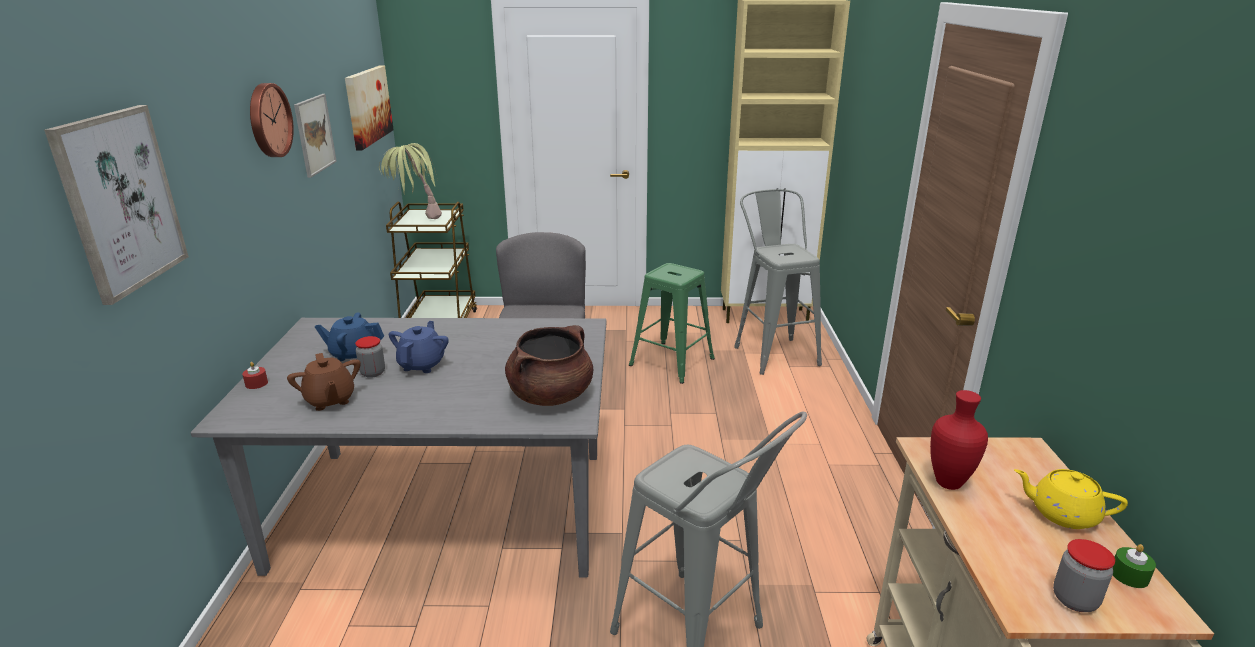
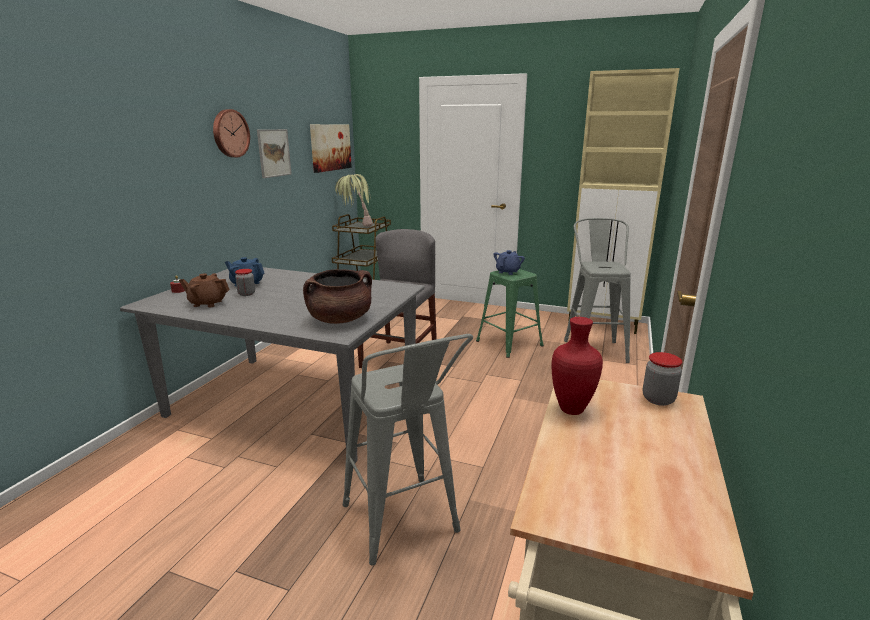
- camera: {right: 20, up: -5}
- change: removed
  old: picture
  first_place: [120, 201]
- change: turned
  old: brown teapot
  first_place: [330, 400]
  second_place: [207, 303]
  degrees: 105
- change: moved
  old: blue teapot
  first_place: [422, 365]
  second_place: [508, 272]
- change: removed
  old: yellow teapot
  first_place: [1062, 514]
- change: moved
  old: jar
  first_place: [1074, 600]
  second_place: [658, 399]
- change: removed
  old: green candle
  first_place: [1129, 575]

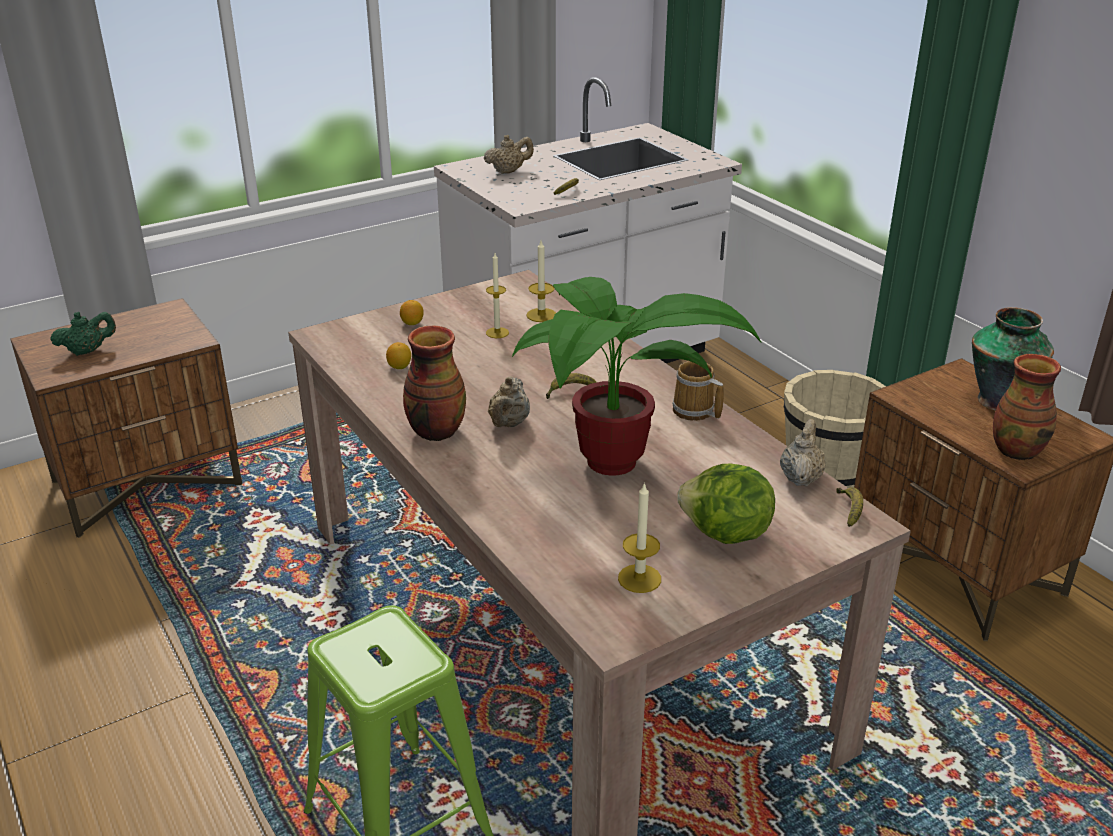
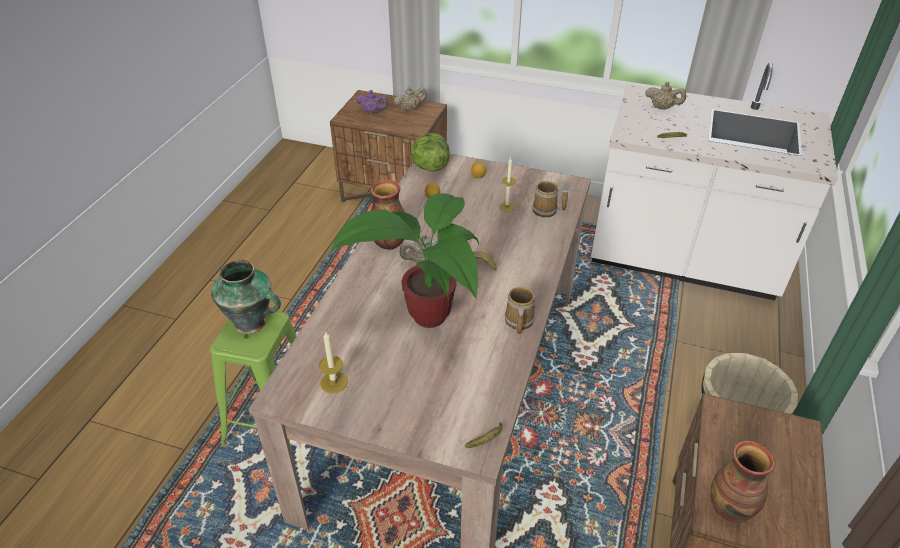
- camera: {right: 50, up: 10}
- change: recoloured
  old: green teapot
  new: purple teapot
  first_place: [88, 351]
  second_place: [372, 112]
- change: replaced
  old: candle
  new: mug
  first_place: [541, 315]
  second_place: [546, 211]
- change: moved
  old: lettuce
  first_place: [725, 534]
  second_place: [430, 167]
- change: moved
  old: beige teapot
  first_place: [800, 477]
  second_place: [410, 109]
- change: moved
  old: vase
  first_place: [1001, 400]
  second_place: [252, 323]

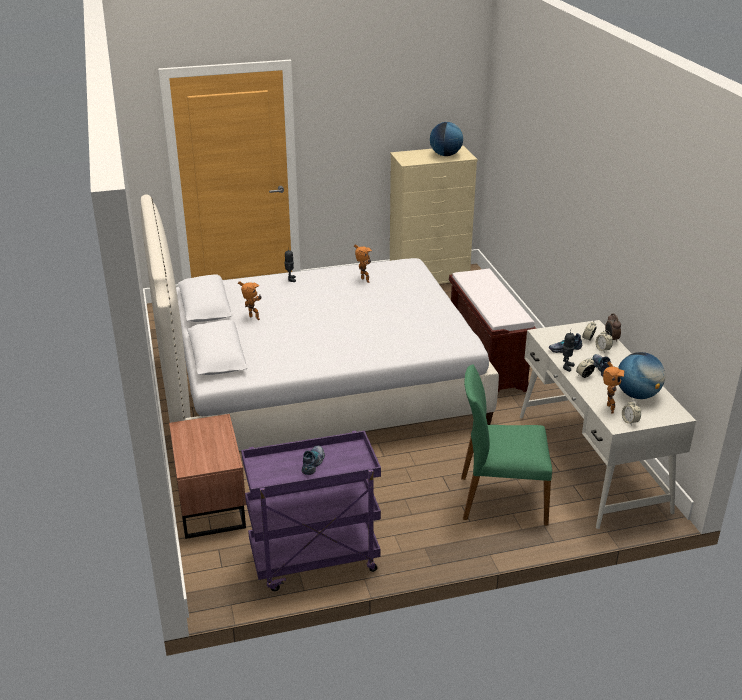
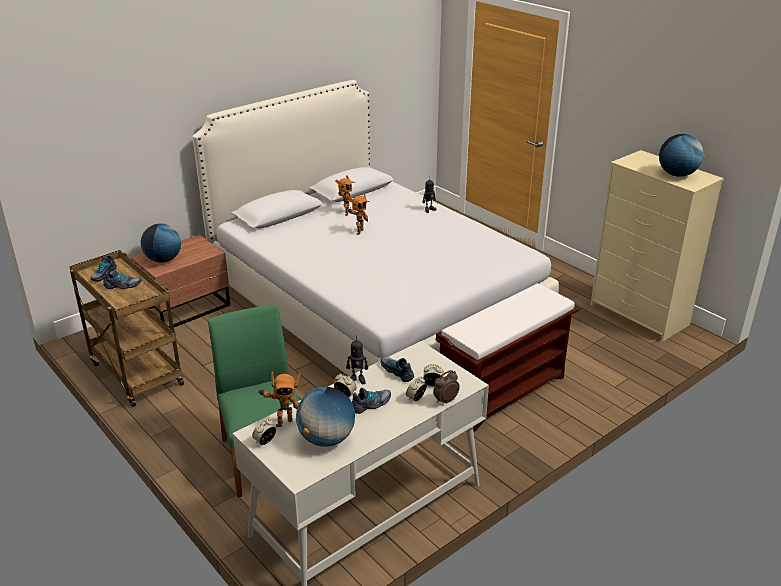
- camera: {right: 65, up: 0}
- change: recoloured
  old: purple cart
  new: brown cart
  first_place: [314, 561]
  second_place: [135, 373]
- change: moved
  old: toy robot
  first_place: [364, 281]
  second_place: [358, 232]
- change: added
  new: shoe
  second_place: [103, 274]
- change: added
  new: globe
  second_place: [163, 260]

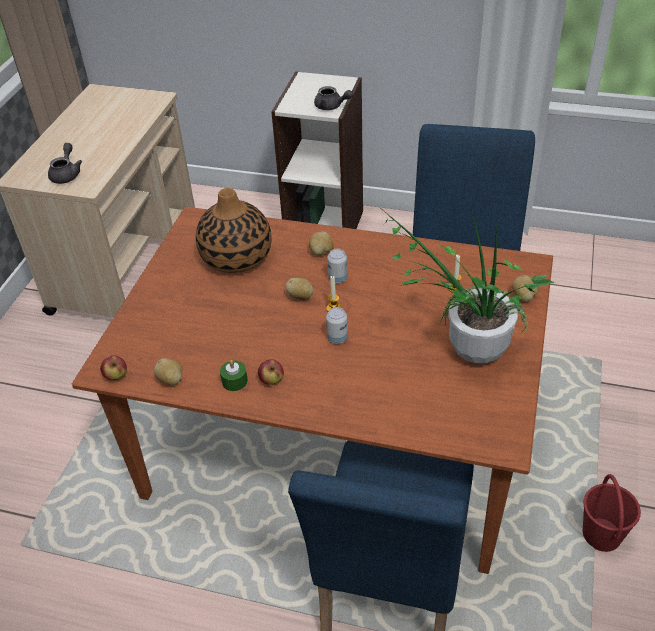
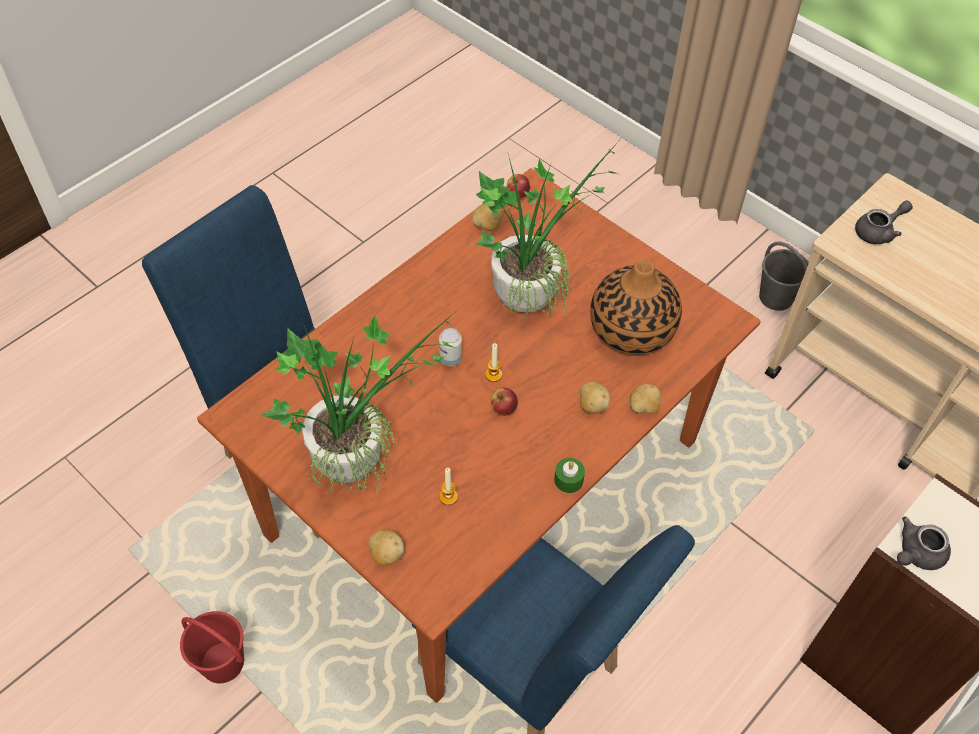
- camera: {right: 115, up: 10}
- change: turned
  old: grey teapot
  first_place: [67, 174]
  second_place: [878, 232]
  degrees: -60
- change: moved
  old: green candle
  first_place: [234, 381]
  second_place: [568, 480]
- change: moved
  old: apple
  first_place: [271, 380]
  second_place: [503, 409]
- change: moved
  old: potato
  first_place: [300, 297]
  second_place: [643, 408]
- change: removed
  old: can
  first_place: [338, 278]
- change: added
  new: potted plant
  second_place: [531, 289]
- change: added
  new: grey bucket
  second_place: [776, 298]

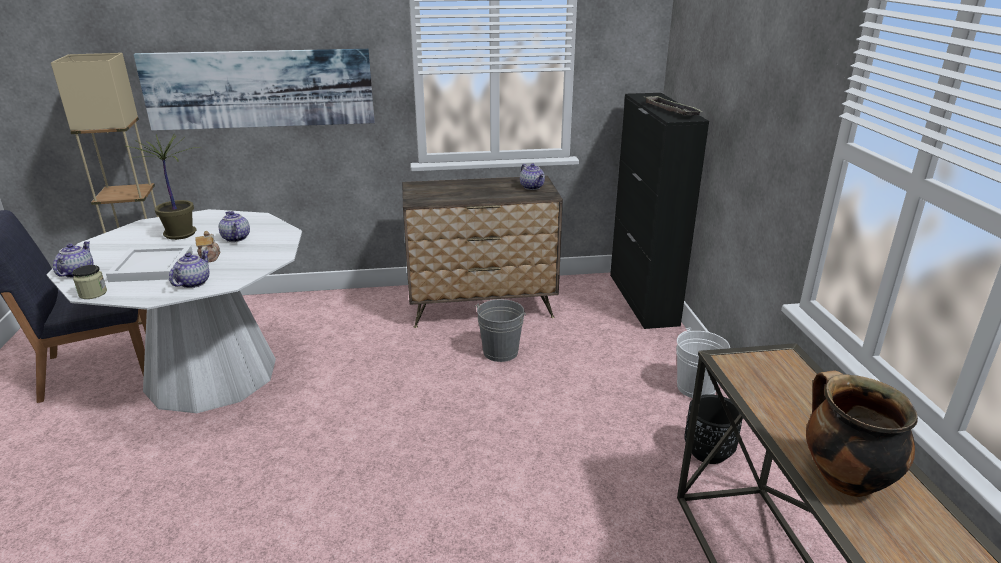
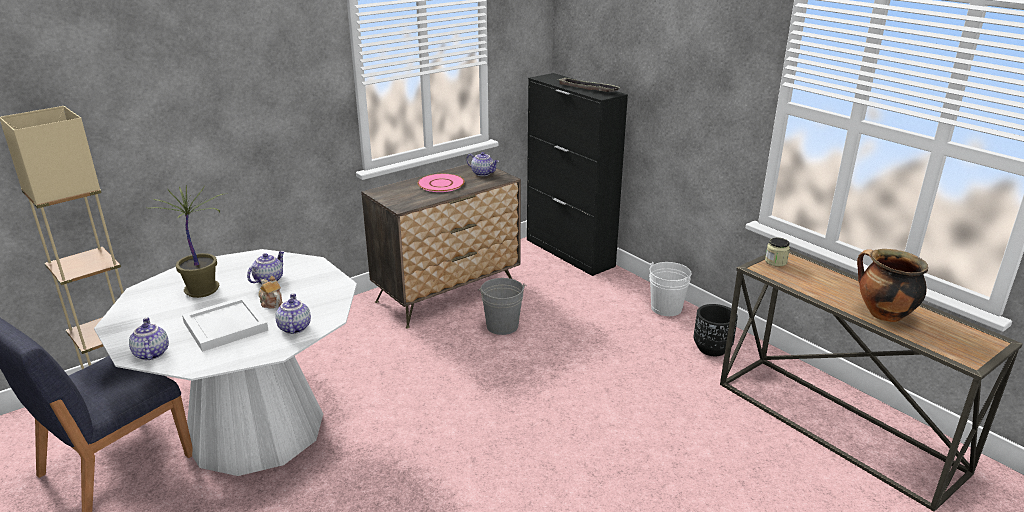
- camera: {right: -30, up: 0}
- change: moved
  old: jar
  first_place: [93, 293]
  second_place: [775, 261]
- change: removed
  old: picture
  first_place: [260, 89]
- change: turned
  old: teapot
  first_place: [235, 238]
  second_place: [268, 280]
  degrees: 90
- change: added
  new: pink plate
  second_place: [440, 184]

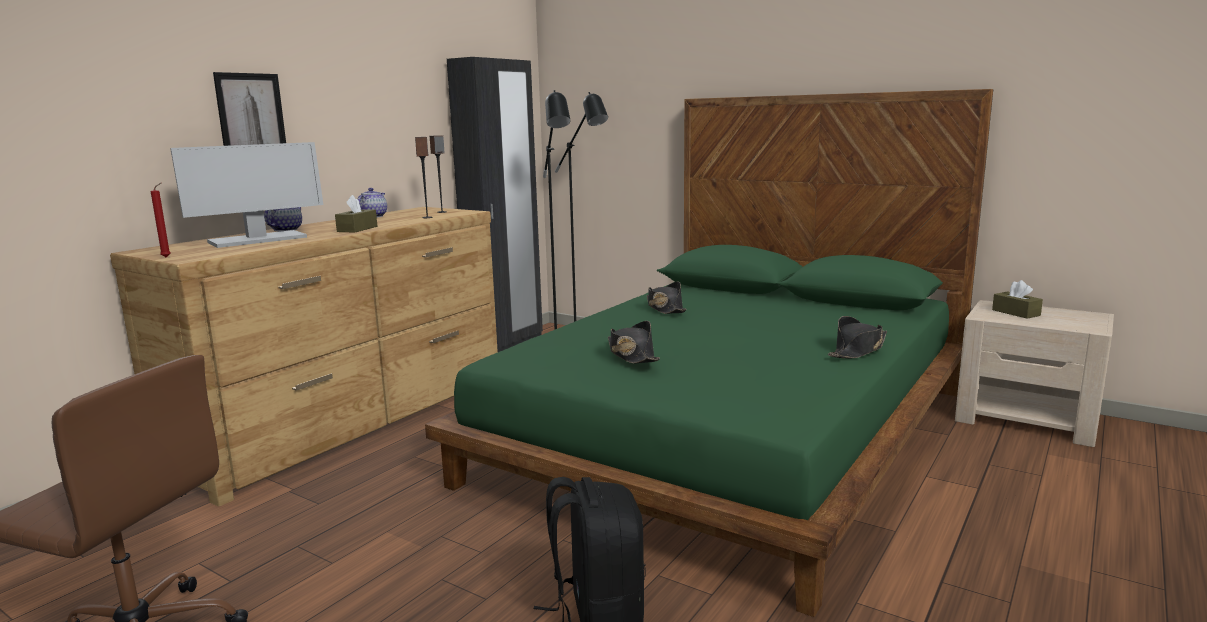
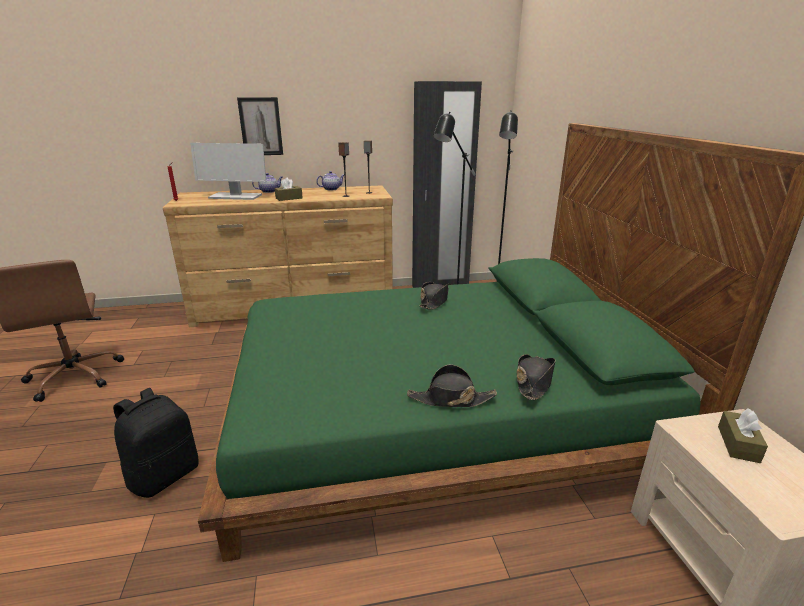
- camera: {right: 45, up: 10}
- change: moved
  old: black hat
  first_place: [631, 355]
  second_place: [533, 382]

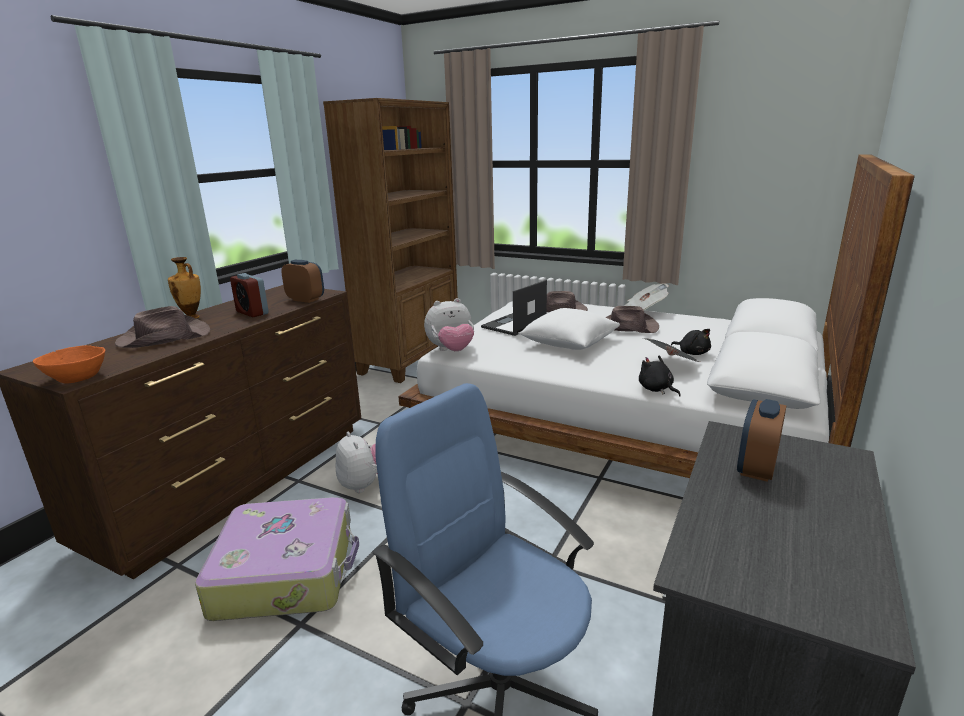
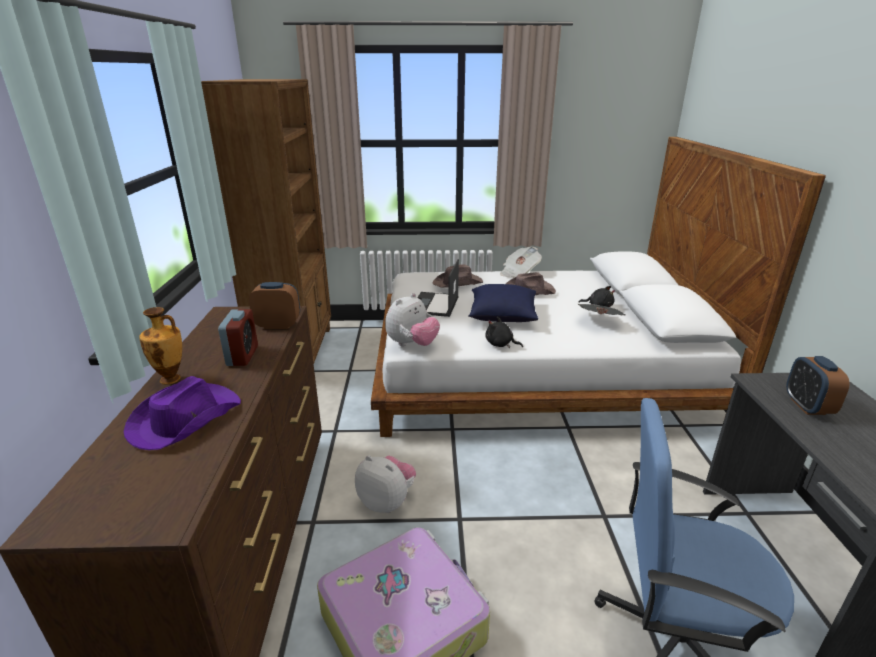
- camera: {right: -30, up: 5}
- change: removed
  old: orange bowl
  first_place: [78, 378]
- change: recoloured
  old: brown hat
  new: purple hat
  first_place: [163, 338]
  second_place: [184, 419]
- change: turned
  old: alarm clock
  first_place: [252, 313]
  second_place: [242, 356]
  degrees: -105
- change: recoloured
  old: white pillow
  new: blue pillow
  first_place: [568, 344]
  second_place: [502, 316]
- change: moved
  old: black plush toy
  first_place: [656, 389]
  second_place: [500, 344]

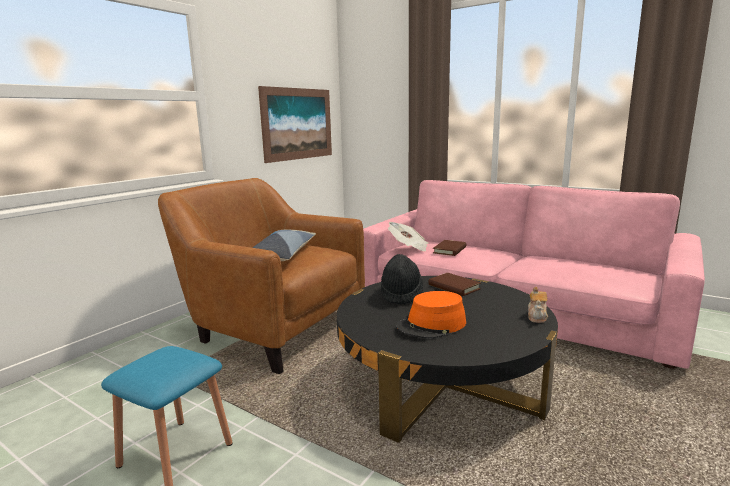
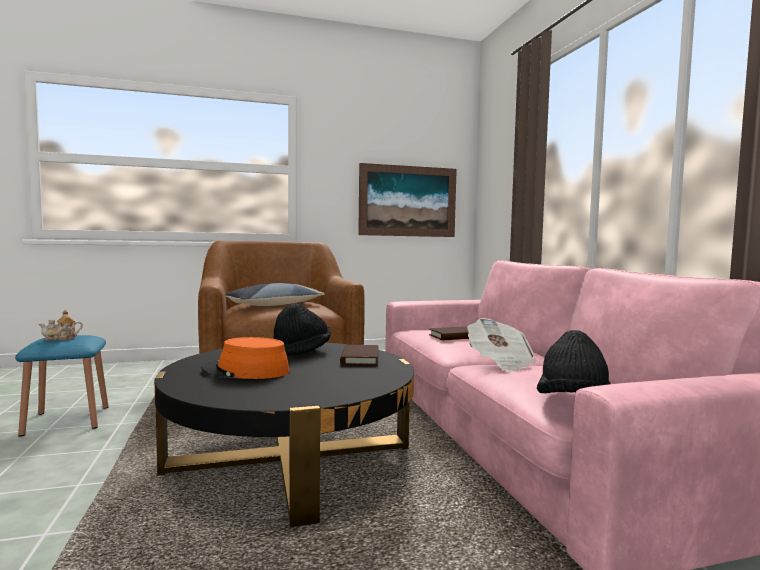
- camera: {right: 40, up: -10}
- change: moved
  old: newspaper
  first_place: [408, 247]
  second_place: [500, 362]
- change: moved
  old: teapot
  first_place: [537, 317]
  second_place: [61, 338]
- change: added
  new: black hat
  second_place: [573, 403]

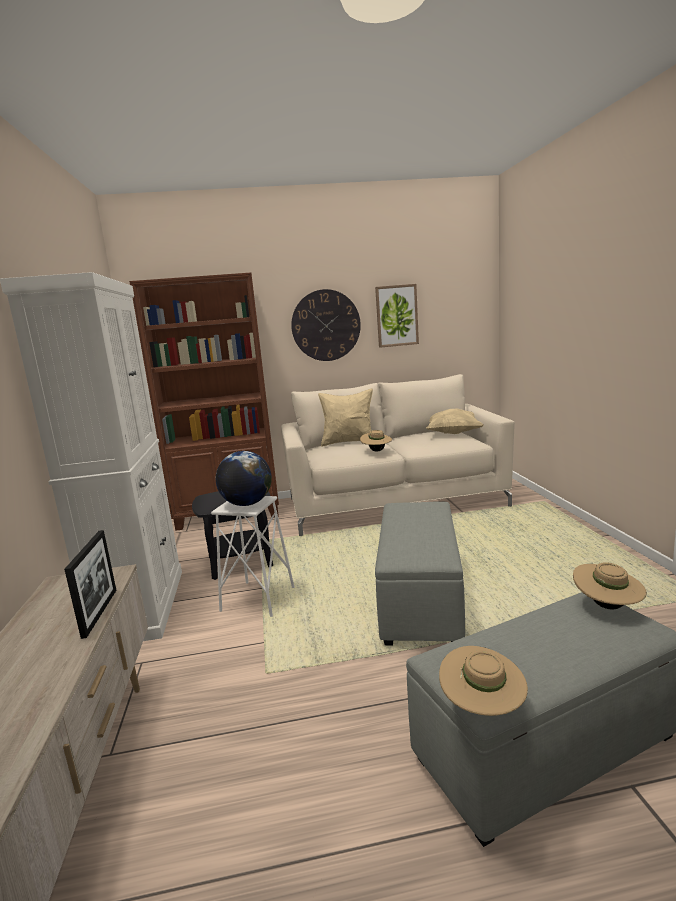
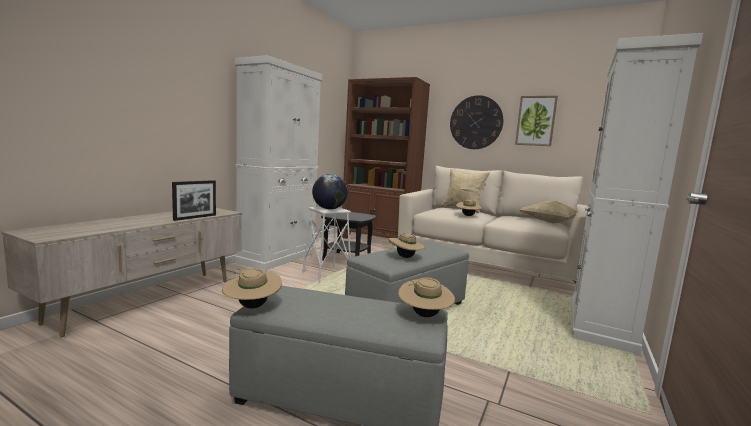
- camera: {right: 35, up: -5}
- change: added
  new: beige hat
  second_place: [405, 257]
- change: added
  new: white cabinet
  second_place: [600, 324]

